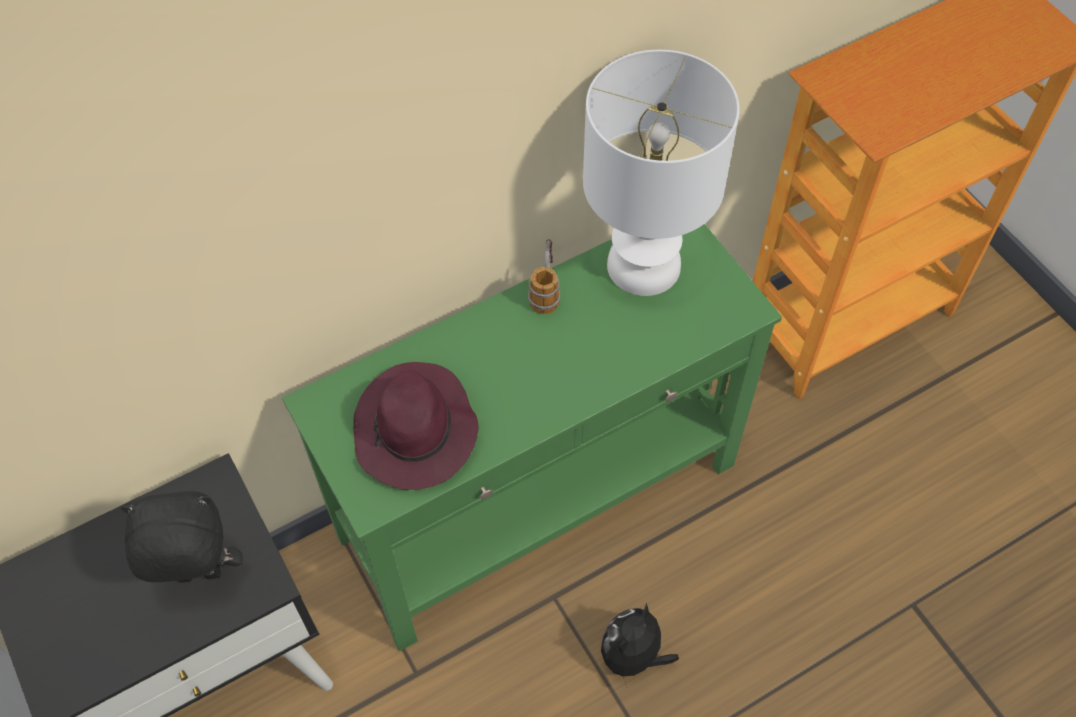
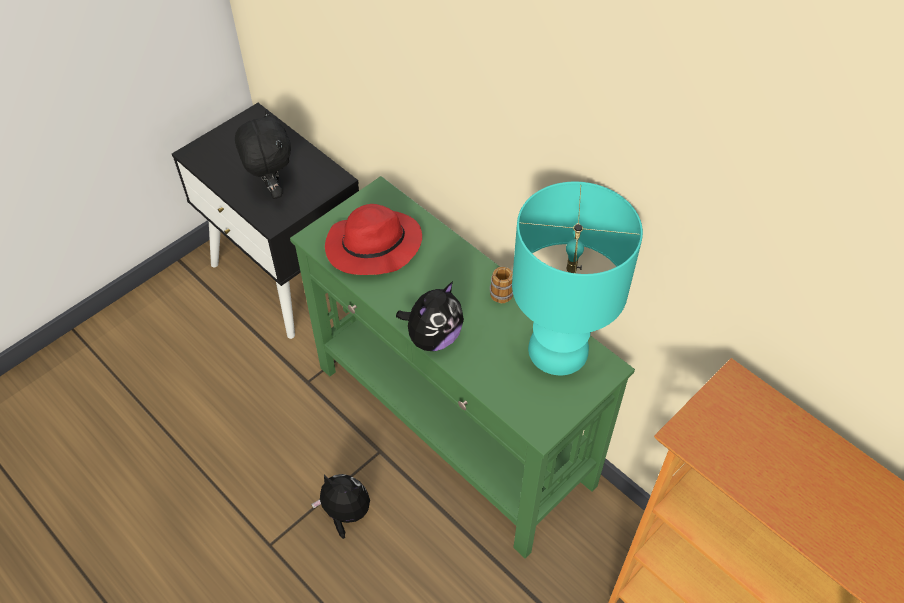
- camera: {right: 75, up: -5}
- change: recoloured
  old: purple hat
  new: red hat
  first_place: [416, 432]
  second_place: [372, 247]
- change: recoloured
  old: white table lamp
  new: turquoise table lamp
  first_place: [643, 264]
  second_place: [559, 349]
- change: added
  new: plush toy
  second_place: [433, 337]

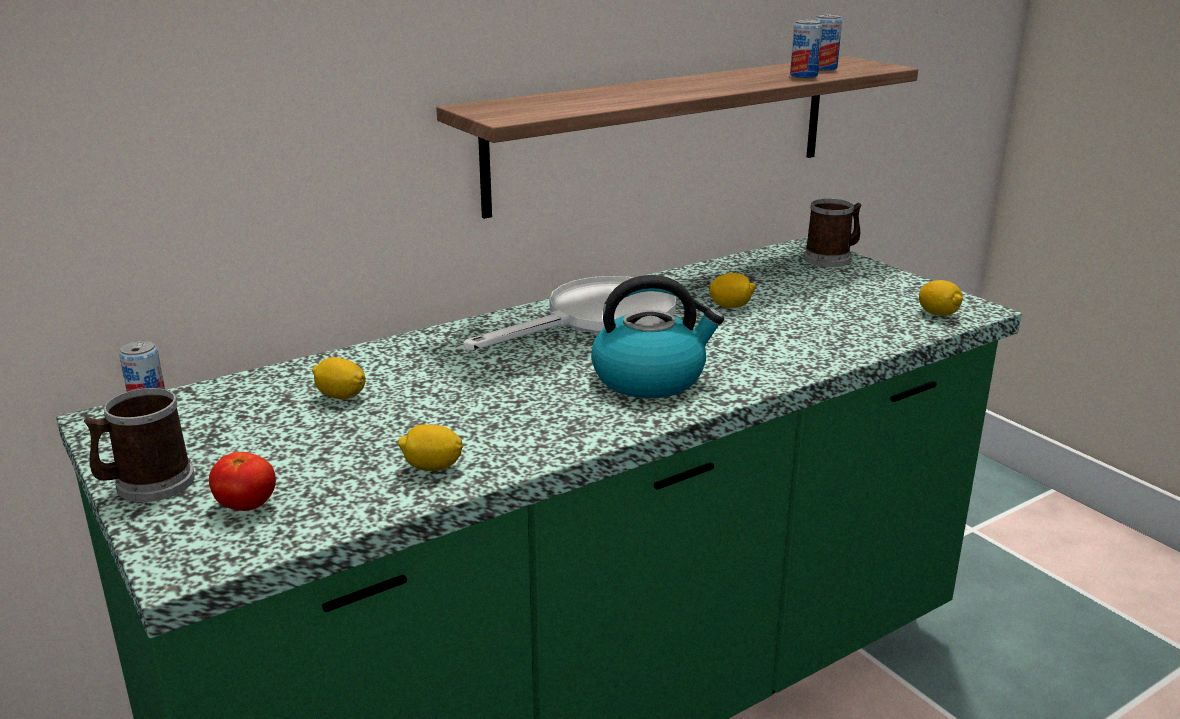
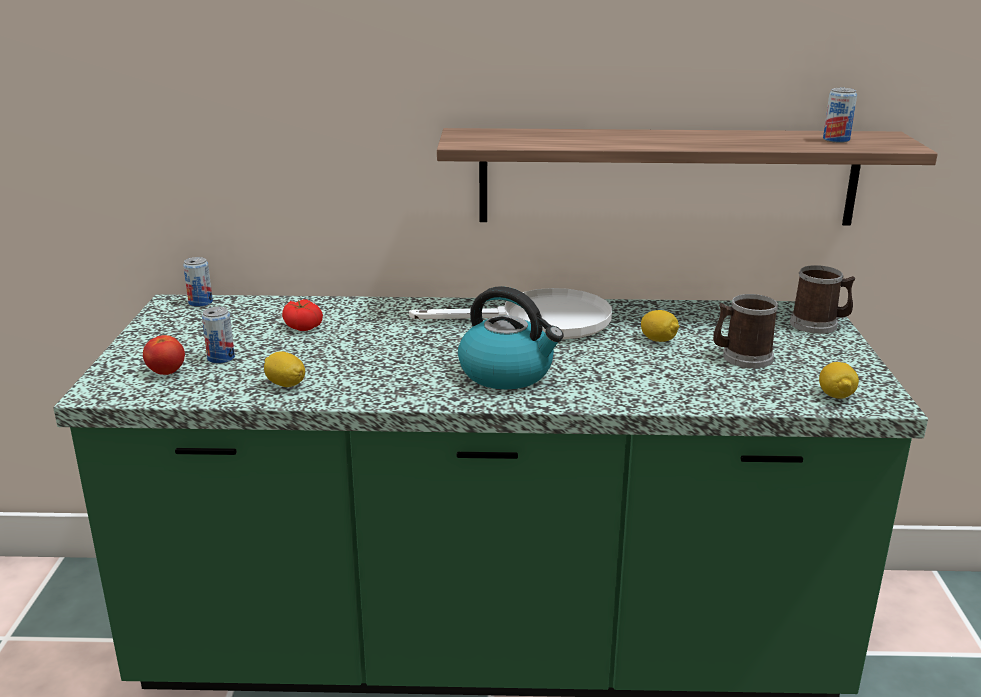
- camera: {right: 35, up: 0}
- change: moved
  old: mug
  first_place: [146, 485]
  second_place: [741, 357]
- change: replaced
  old: lemon
  new: tomato
  first_place: [341, 396]
  second_place: [302, 326]
- change: moved
  old: can
  first_place: [803, 76]
  second_place: [221, 358]

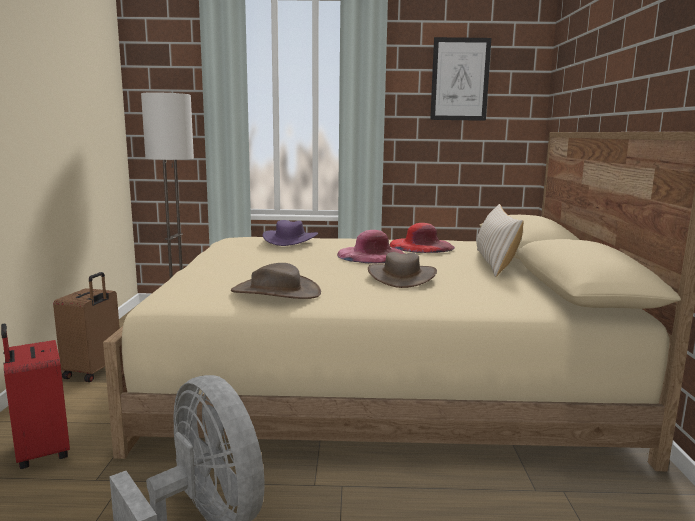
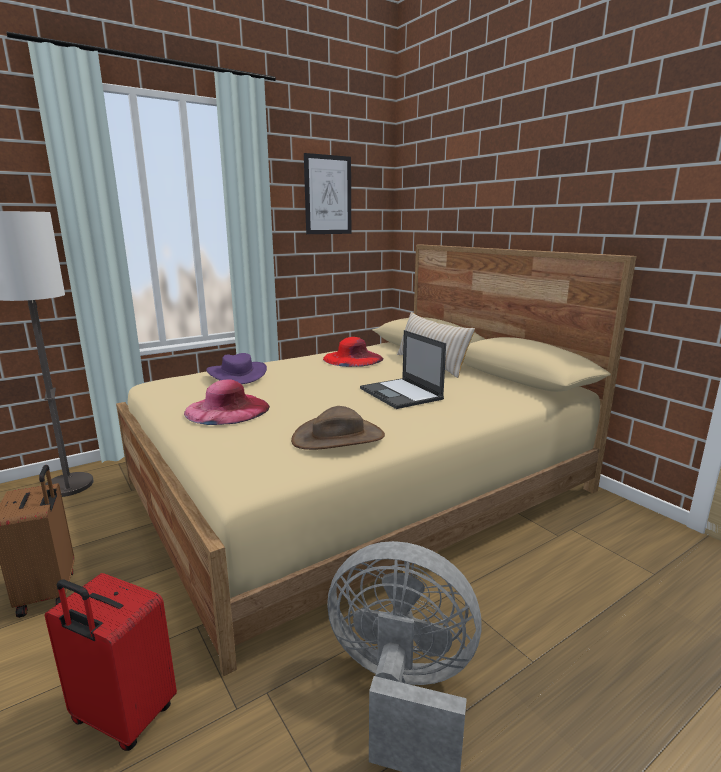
- camera: {right: -35, up: 5}
- change: moved
  old: pink hat
  first_place: [372, 255]
  second_place: [227, 409]
- change: replaced
  old: brown hat
  new: laptop
  first_place: [402, 277]
  second_place: [401, 394]

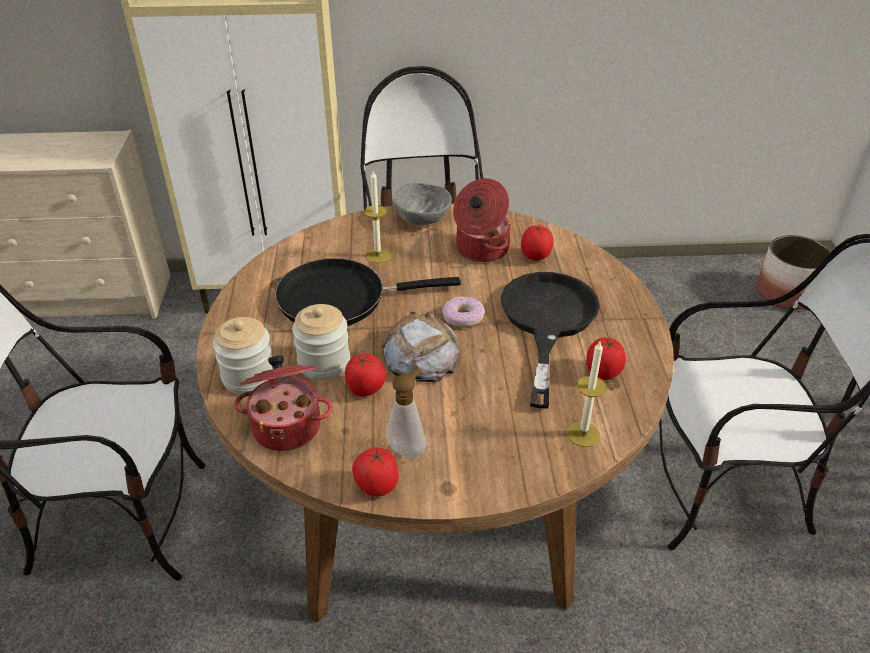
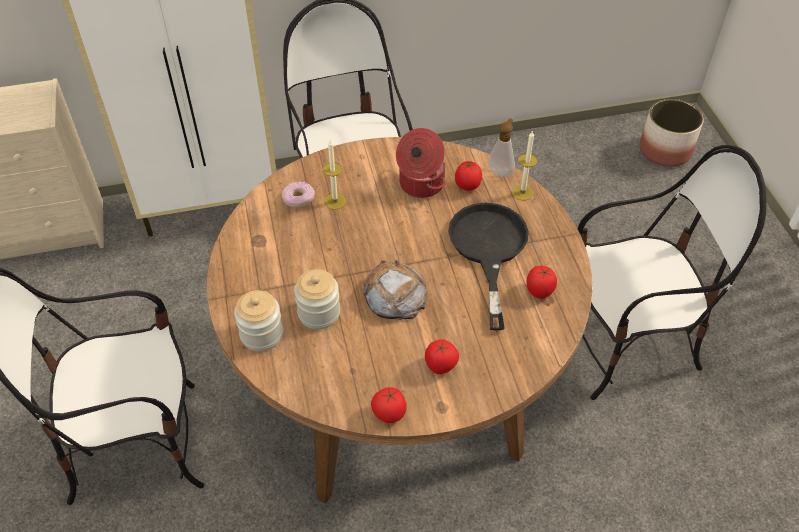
- camera: {right: -10, up: 10}
- change: removed
  old: cooking pot
  first_place: [287, 426]
- change: removed
  old: black frying pan
  first_place: [339, 298]
- change: moved
  old: tomato
  first_place: [366, 390]
  second_place: [441, 366]
- change: moved
  old: soap dispenser
  first_place: [408, 448]
  second_place: [501, 171]
- change: removed
  old: grey bowl
  first_place: [422, 218]
- change: moved
  old: donut
  first_place: [463, 317]
  second_place: [298, 198]
- change: moved
  old: candle
  first_place: [583, 434]
  second_place: [522, 192]

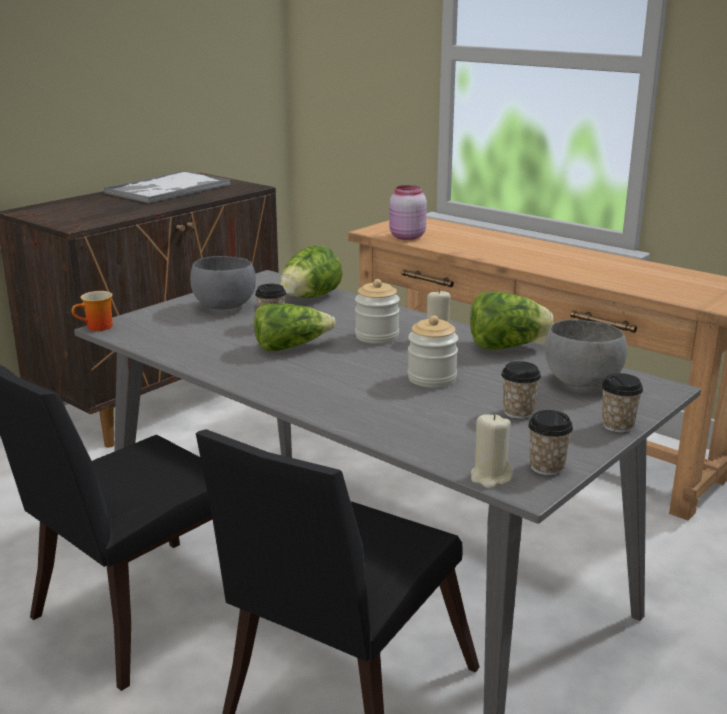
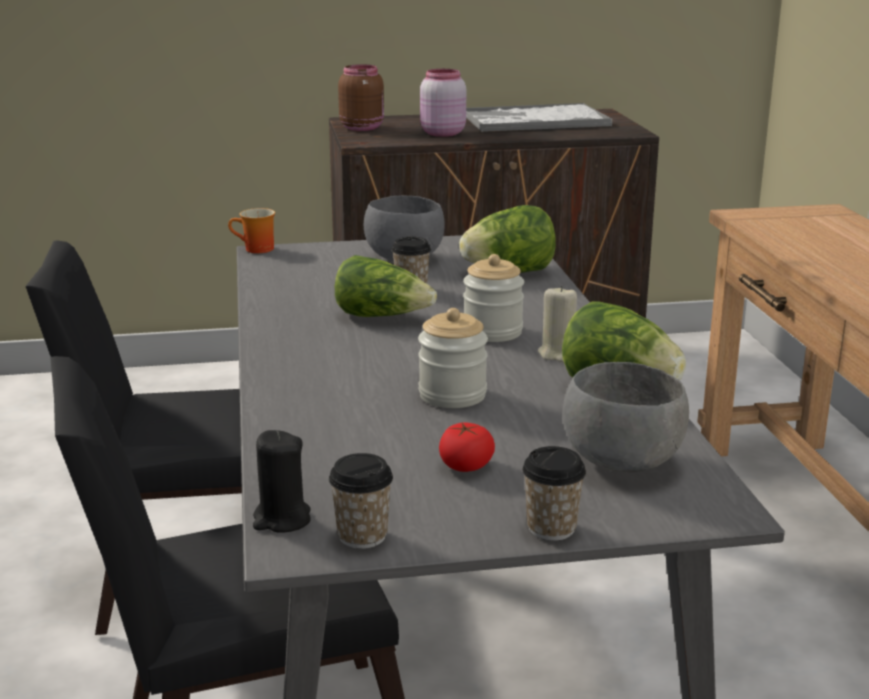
- camera: {right: 40, up: 0}
- change: moved
  old: pink jar
  first_place: [406, 237]
  second_place: [441, 133]
- change: recoloured
  old: beige candle
  new: black candle
  first_place: [490, 477]
  second_place: [281, 519]
- change: replaced
  old: cup
  new: tomato
  first_place: [518, 412]
  second_place: [466, 466]
- change: added
  new: brown jar
  second_place: [362, 128]

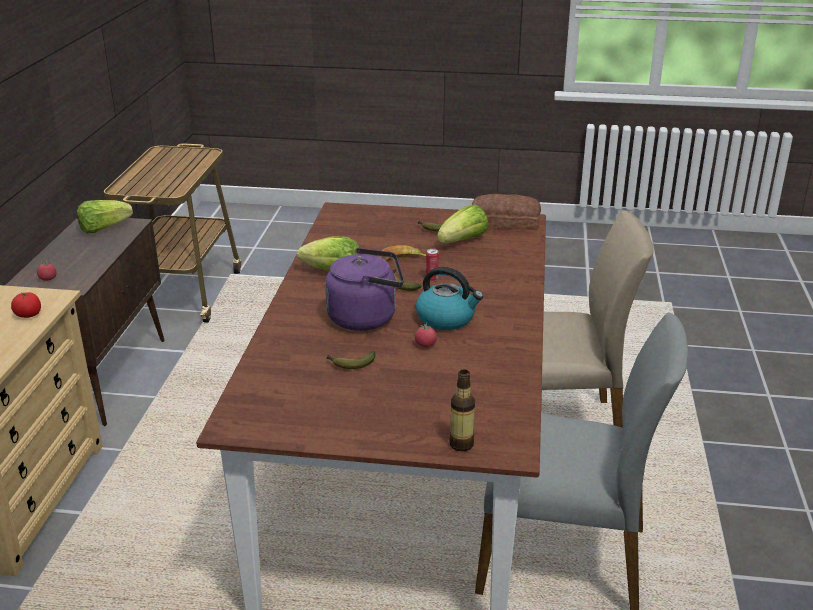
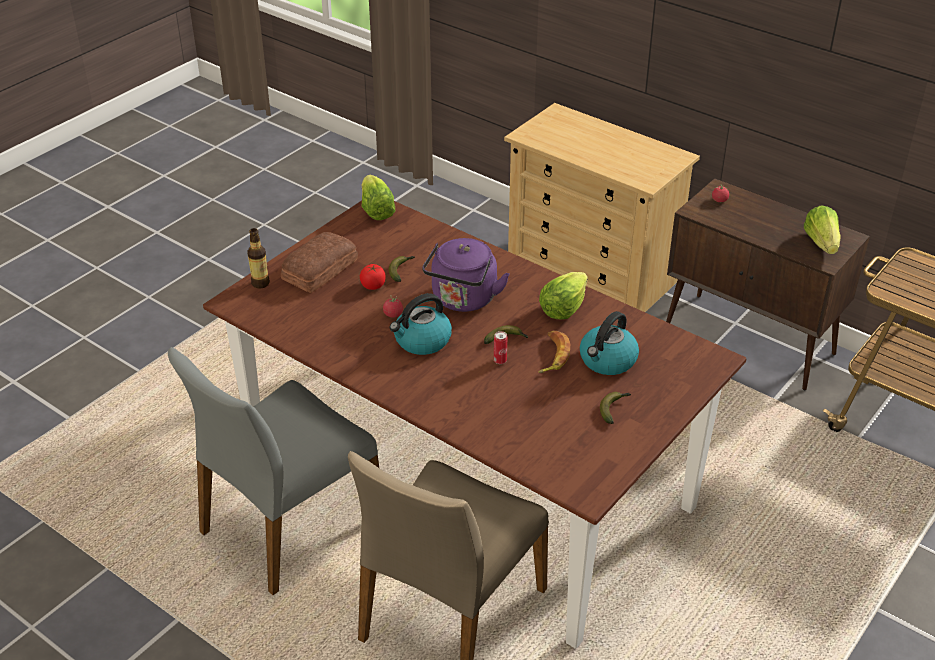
- camera: {right: 120, up: 10}
- change: moved
  old: tomato
  first_place: [28, 315]
  second_place: [373, 285]
- change: moved
  old: lettuce
  first_place: [463, 241]
  second_place: [376, 210]
- change: moved
  old: bread
  first_place: [506, 222]
  second_place: [318, 269]
- change: added
  new: kettle
  second_place: [607, 361]

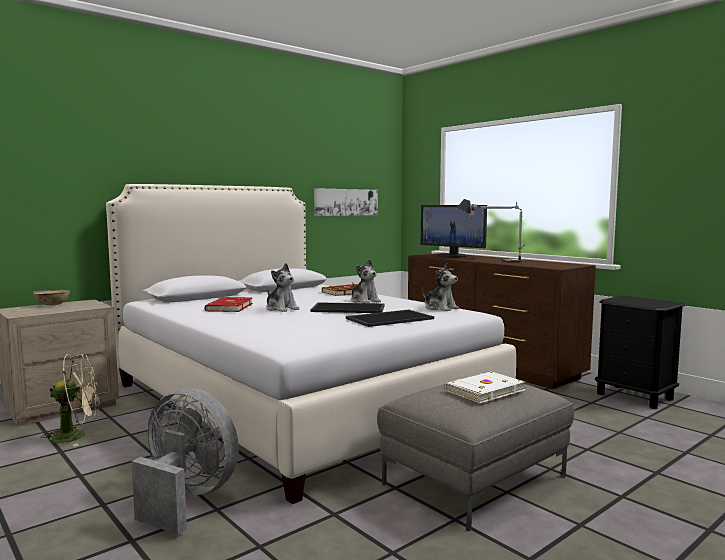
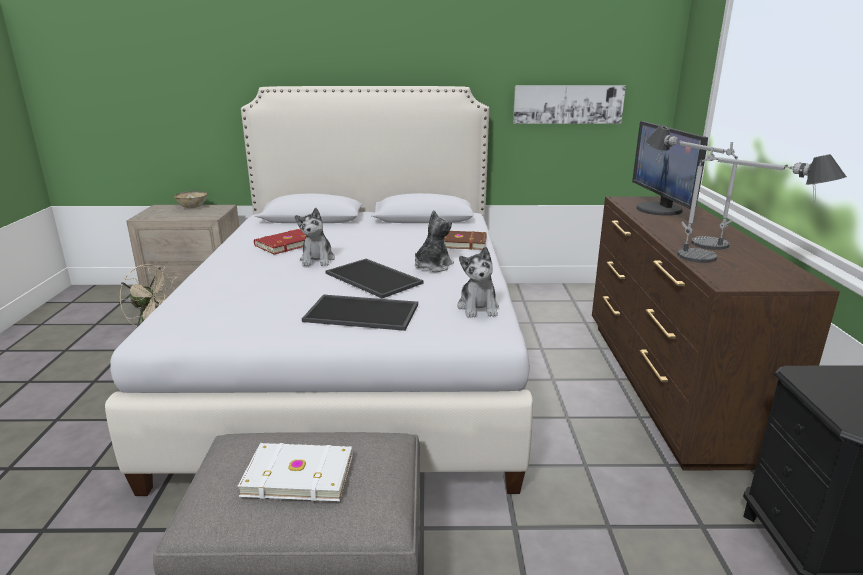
- camera: {right: 40, up: 15}
- change: removed
  old: grey fan
  first_place: [186, 499]
- change: turned
  old: plush toy
  first_place: [365, 301]
  second_place: [432, 266]
  degrees: -150
- change: added
  new: table lamp
  second_place: [736, 266]

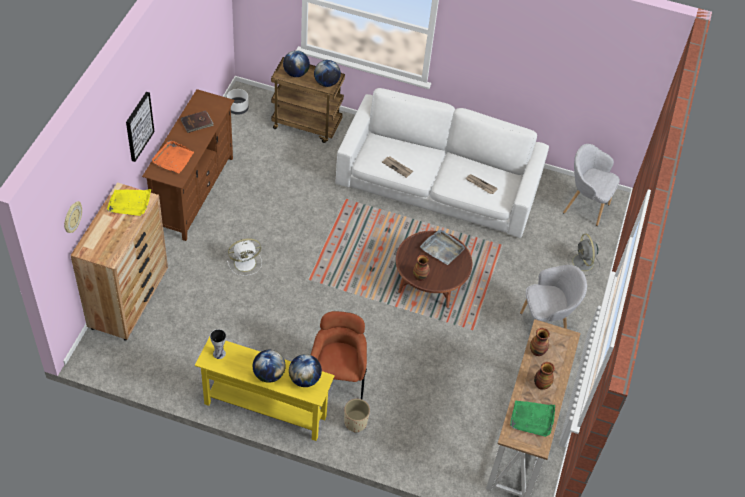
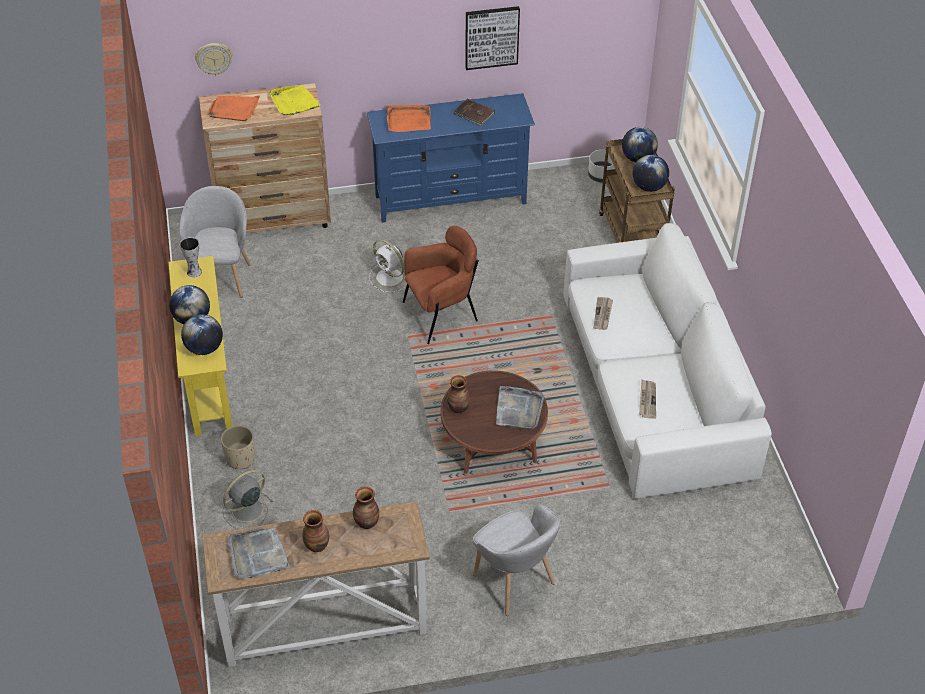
- camera: {right: 65, up: -5}
- change: moved
  old: picture
  first_place: [138, 126]
  second_place: [491, 37]
- change: recoloured
  old: brown tv stand
  new: blue tv stand
  first_place: [194, 193]
  second_place: [450, 199]
- change: moved
  old: brown armchair
  first_place: [337, 377]
  second_place: [441, 314]
- change: recoloured
  old: green tray
  new: grey tray
  first_place: [532, 419]
  second_place: [258, 555]
- change: moved
  old: grey armchair
  first_place: [585, 206]
  second_place: [222, 278]
- change: moved
  old: grey fan
  first_place: [583, 263]
  second_place: [246, 510]
- change: added
  new: orange tray
  second_place: [234, 109]

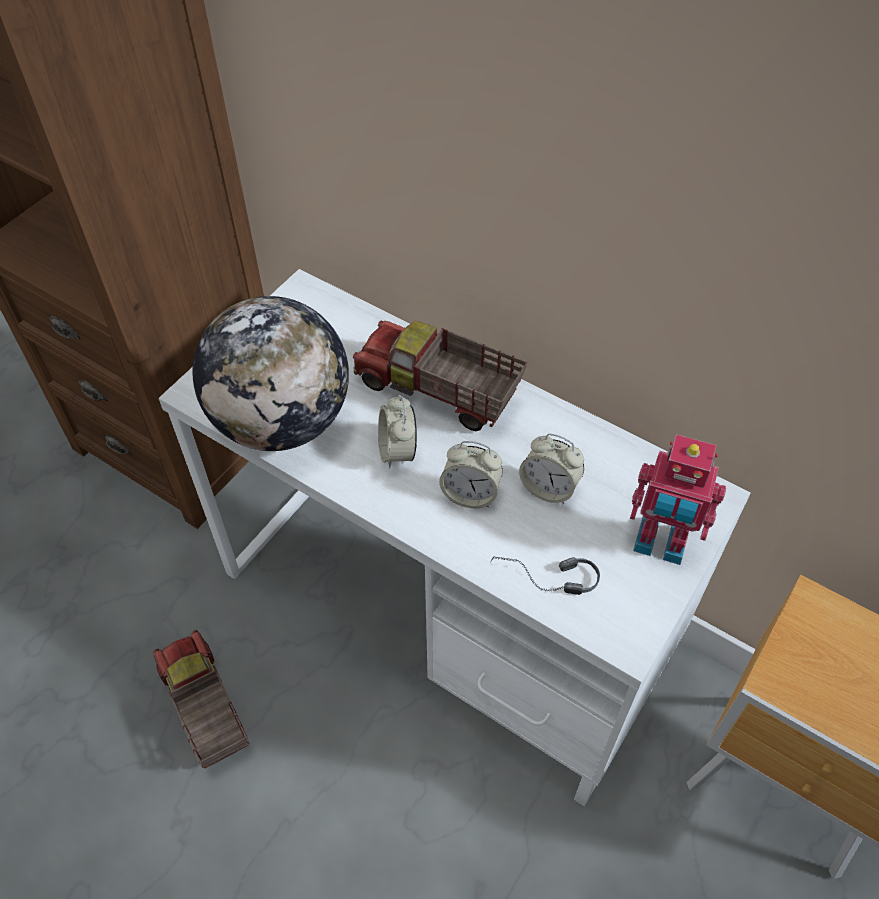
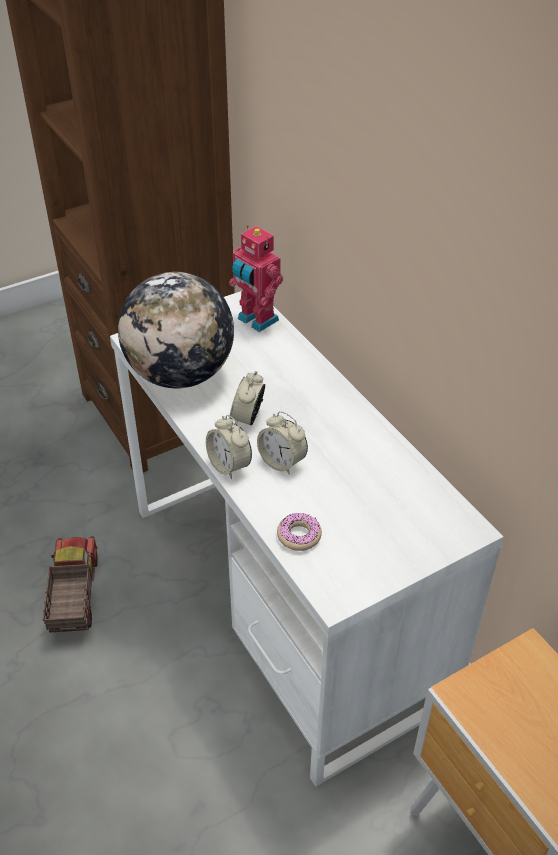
- camera: {right: 25, up: -10}
- change: removed
  old: toy truck
  first_place: [437, 392]
- change: replaced
  old: headphones
  new: donut
  first_place: [544, 581]
  second_place: [299, 536]
- change: moved
  old: alarm clock
  first_place: [549, 488]
  second_place: [229, 465]
- change: moved
  old: toy robot
  first_place: [660, 544]
  second_place: [256, 320]

